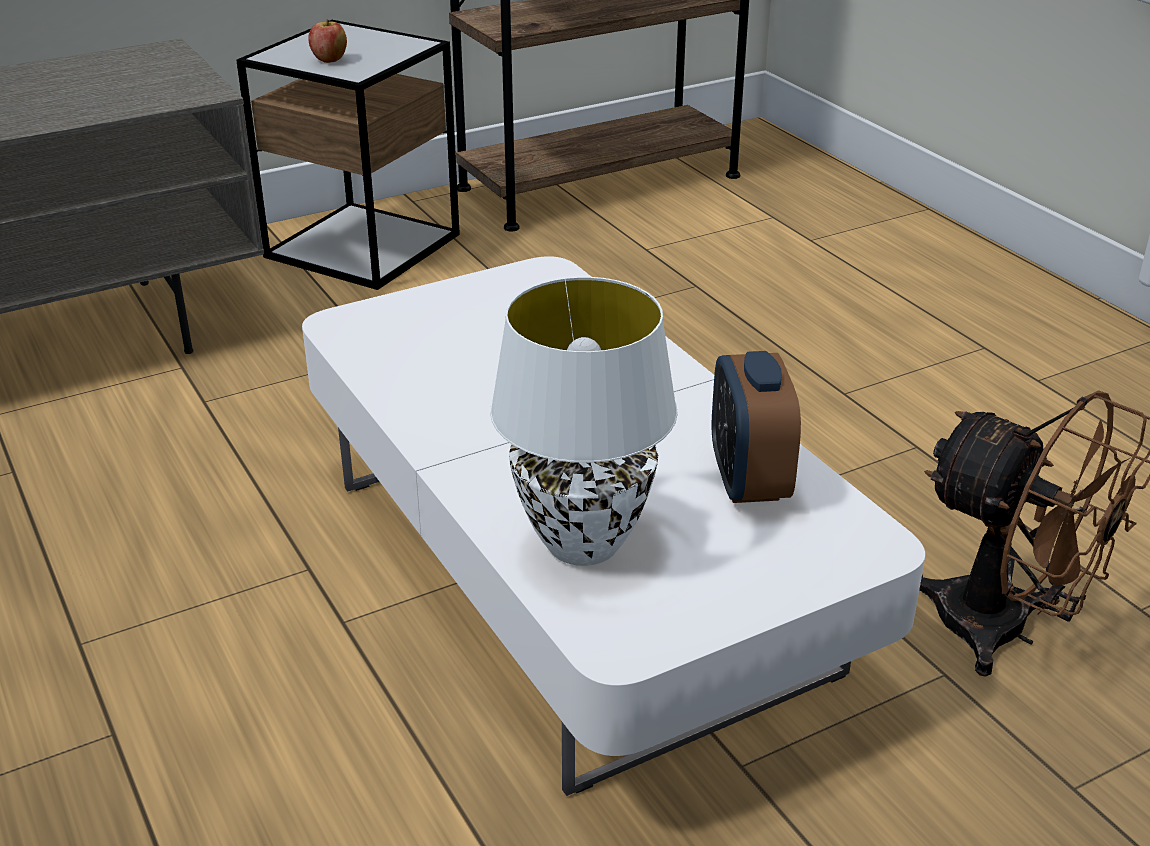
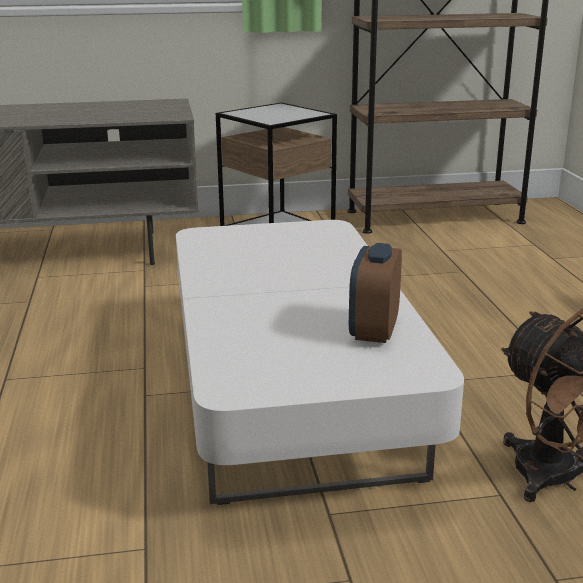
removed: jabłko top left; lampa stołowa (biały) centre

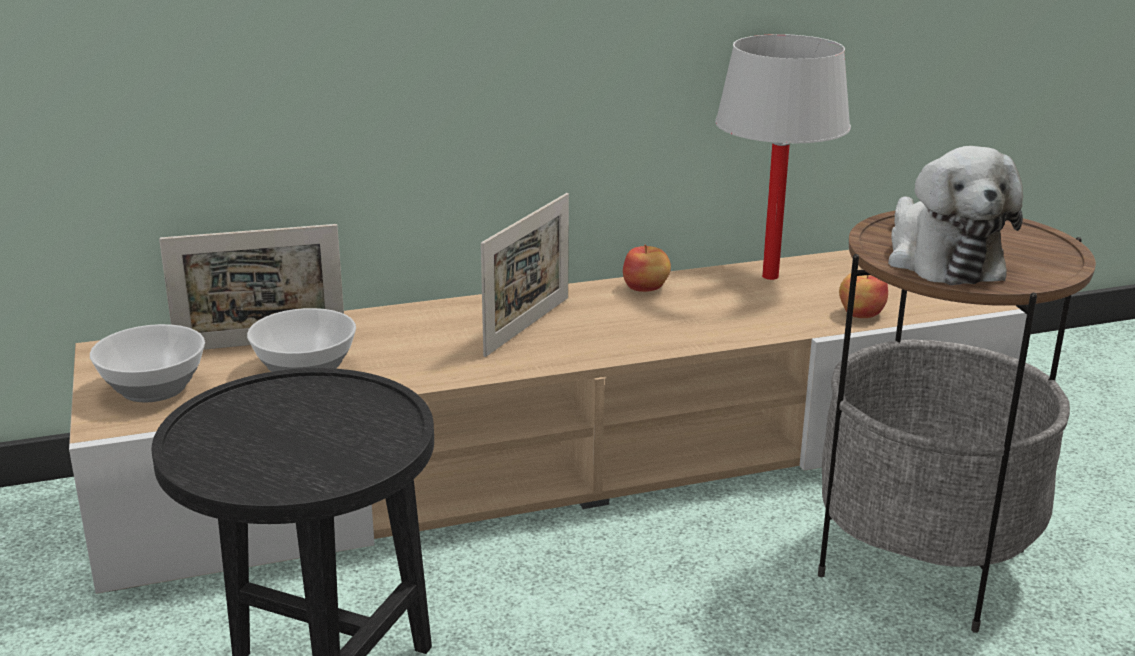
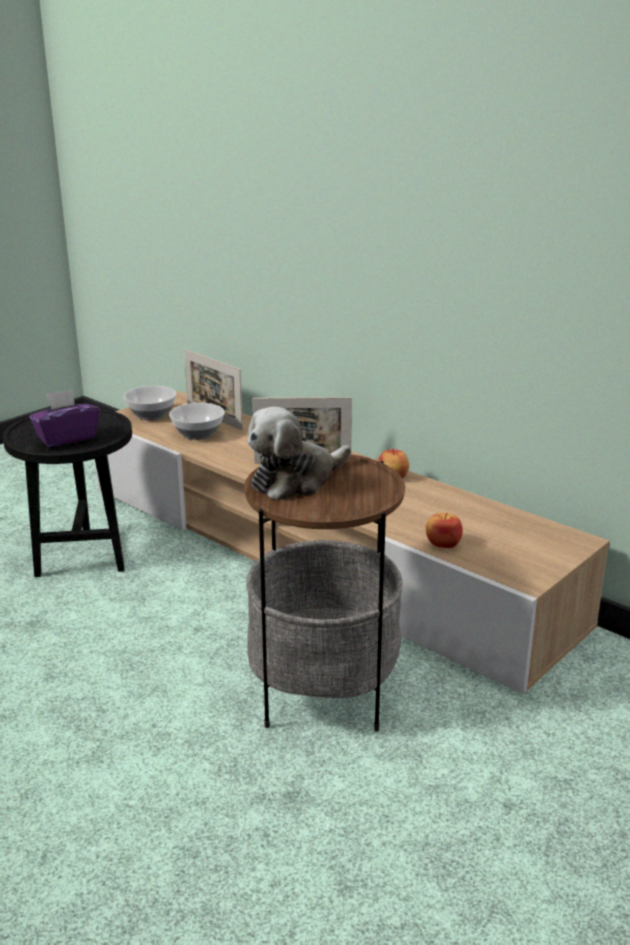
removed: lampa stołowa (biały) top right
added: pudełko chusteczek (fioletowy) middle left

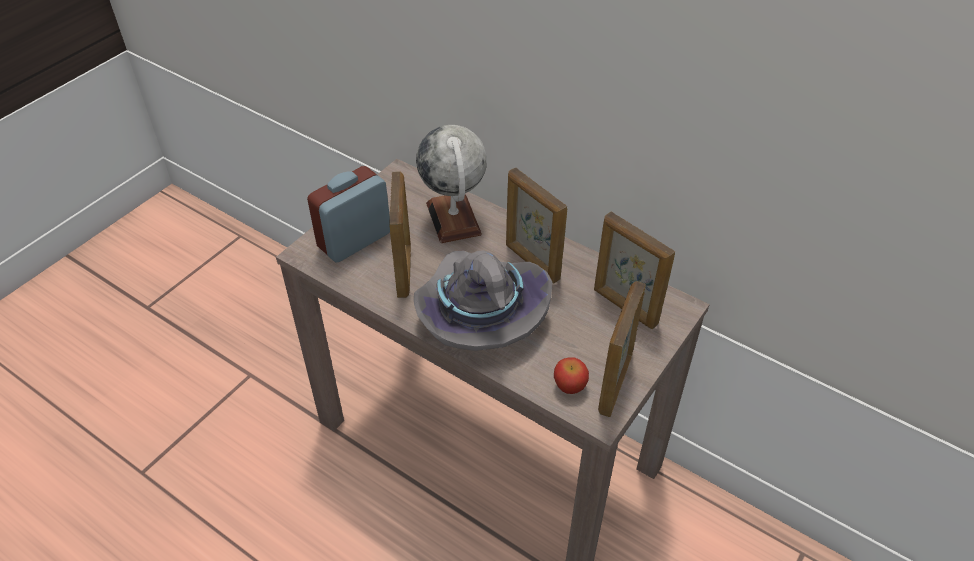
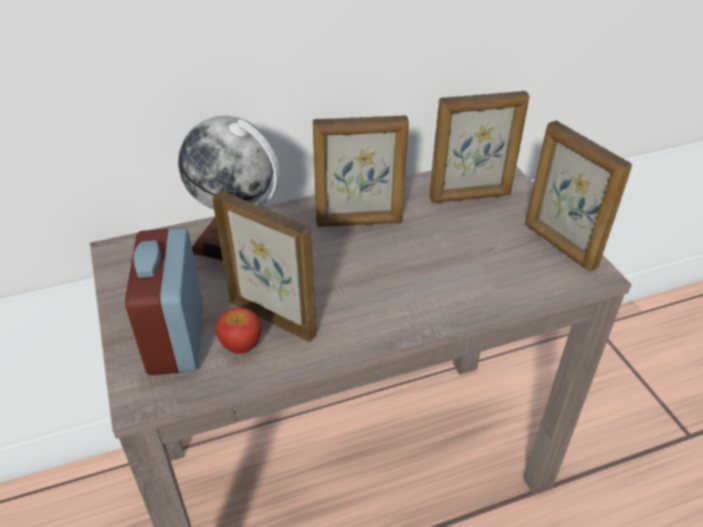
removed: kapelusz (szary) centre
moved: jabłko bottom centre to centre

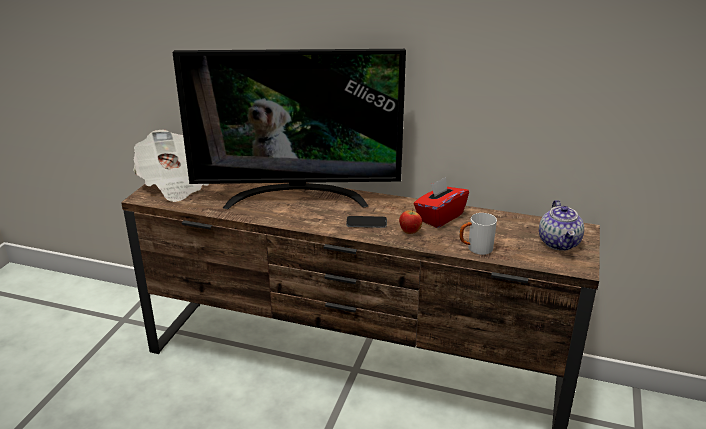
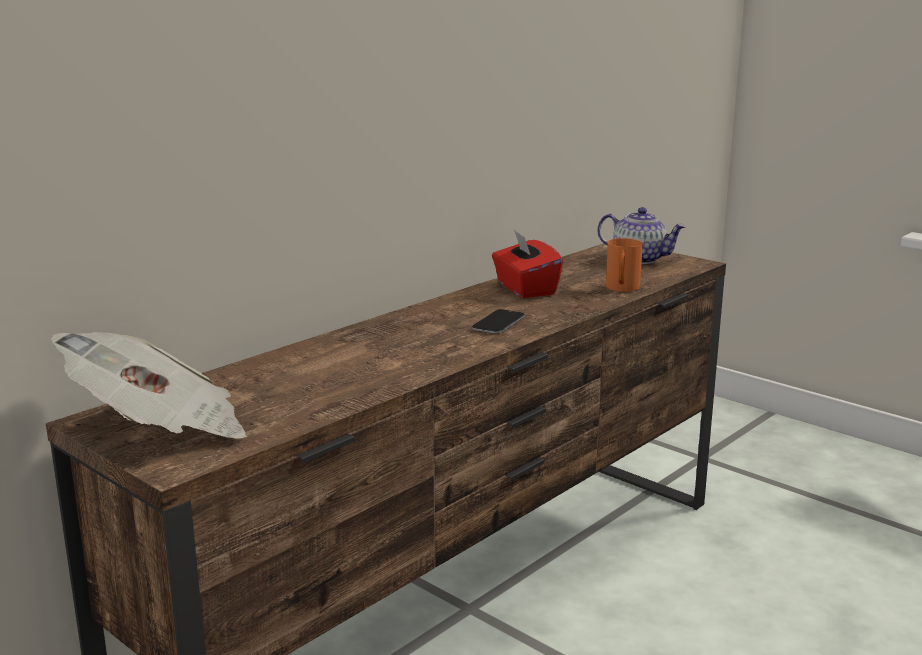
removed: telewizor top centre; jabłko centre
recoloured: kubek (biały) middle right to kubek (pomarańczowy) middle right

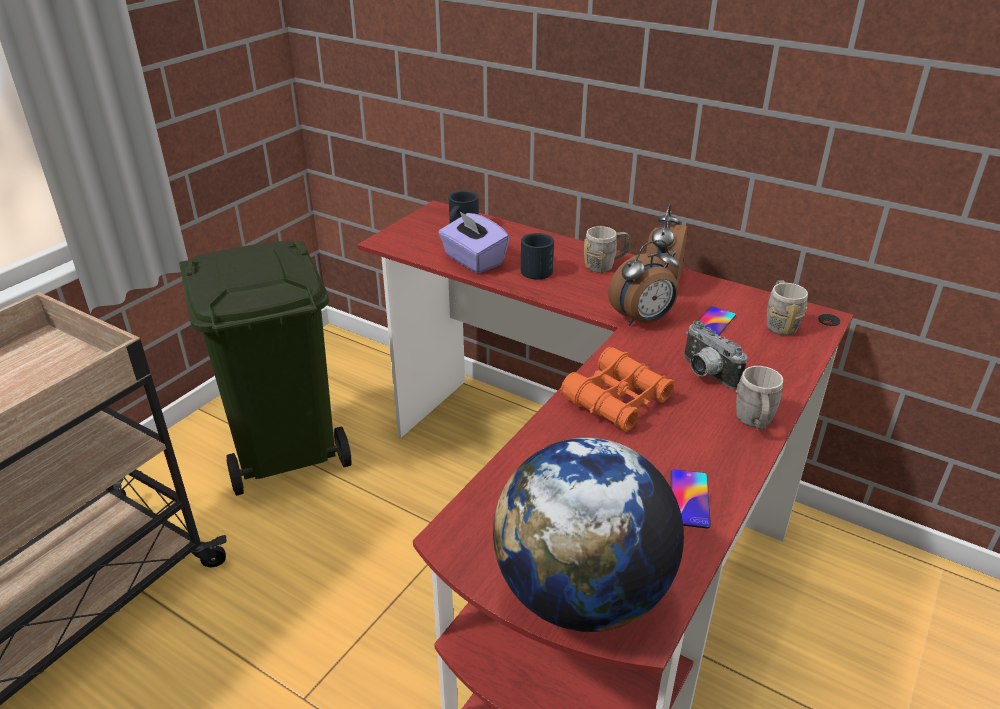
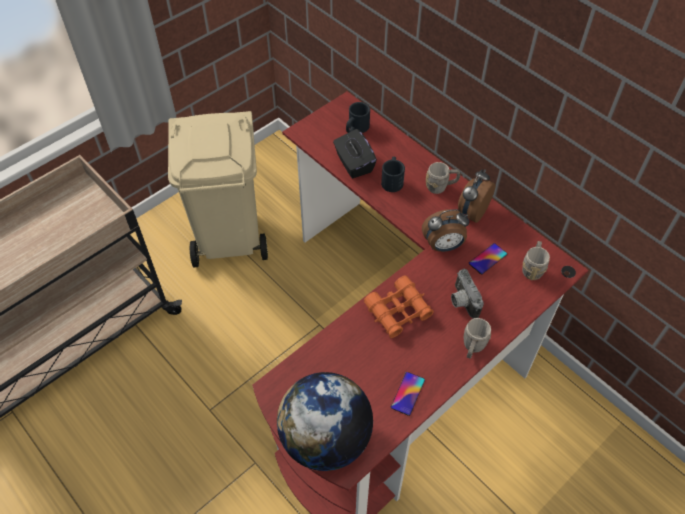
recoloured: kosz na śmieci (zielony) middle left to kosz na śmieci (beżowy) middle left; pudełko chusteczek (fioletowy) centre to pudełko chusteczek (czarny) top centre

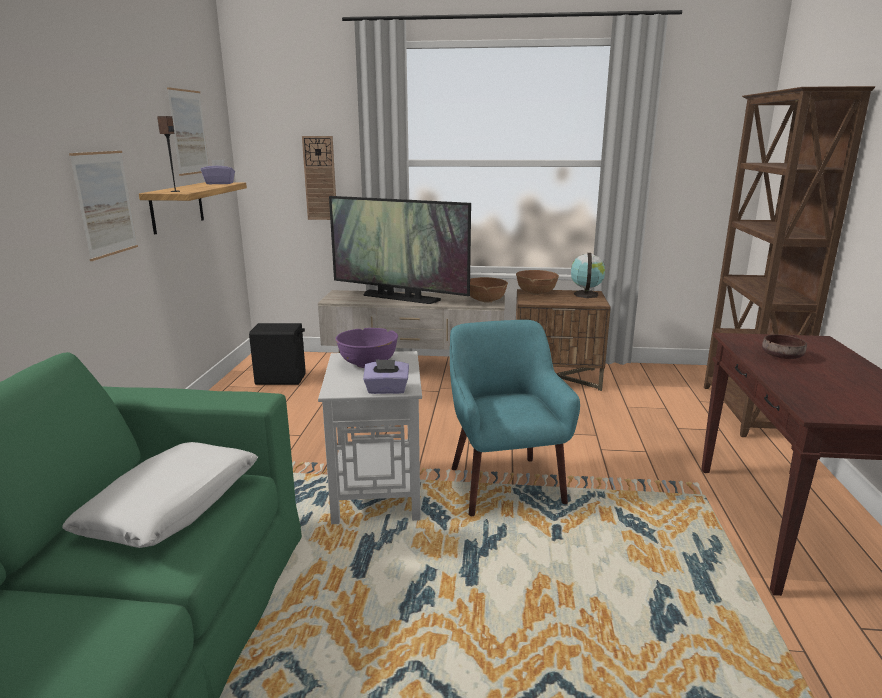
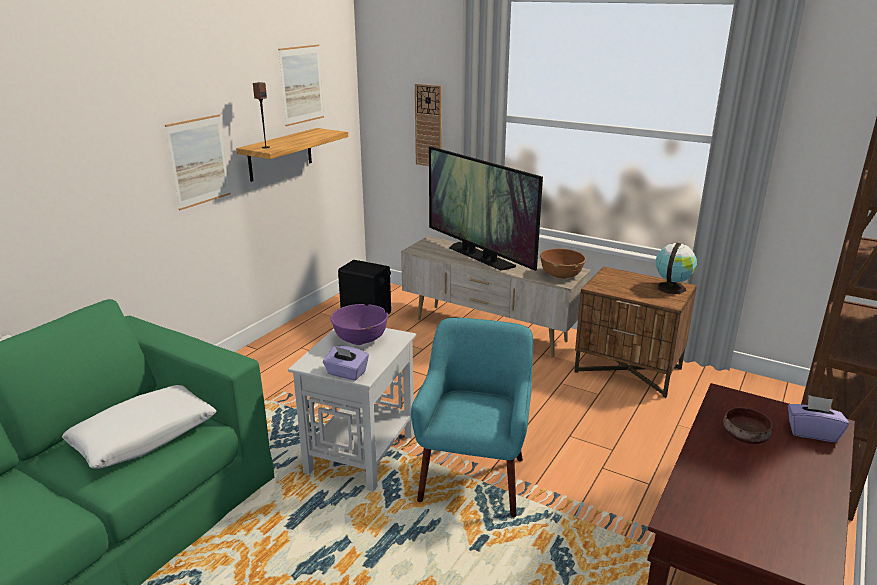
removed: miska (brązowy) (2nd from left) centre
moved: pudełko chusteczek (fioletowy) (1st from left in the first image) top left to pudełko chusteczek (fioletowy) (2nd from left) bottom right

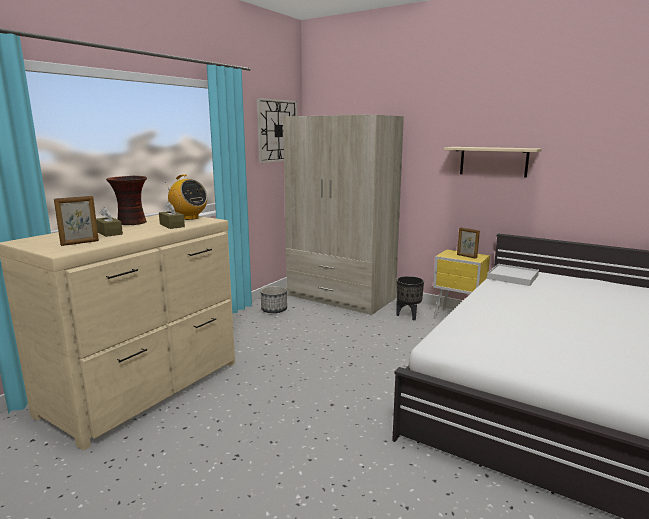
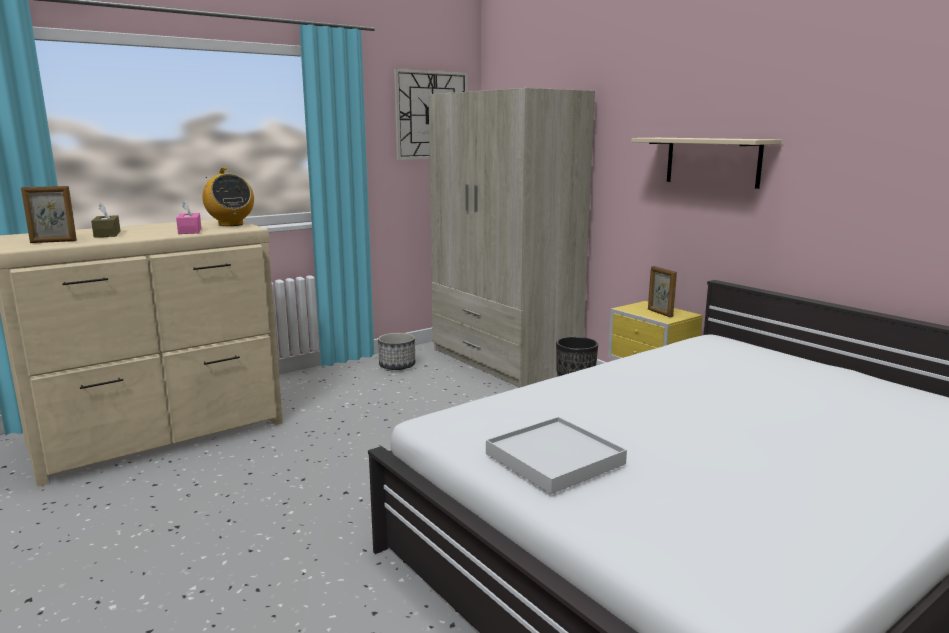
removed: wazon middle left
moved: taca (biały) middle right to bottom centre
recoloured: pudełko chusteczek (brązowy) (2nd from left) middle left to pudełko chusteczek (różowy) middle left

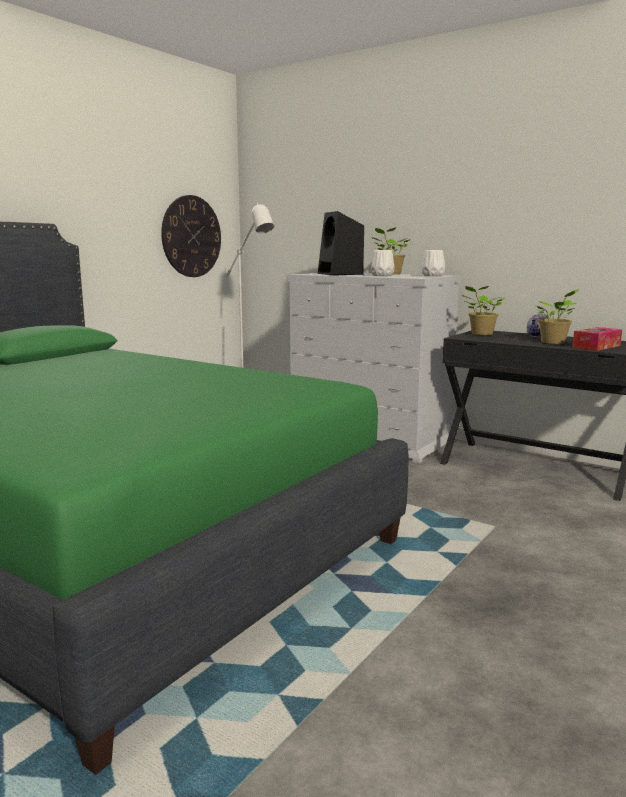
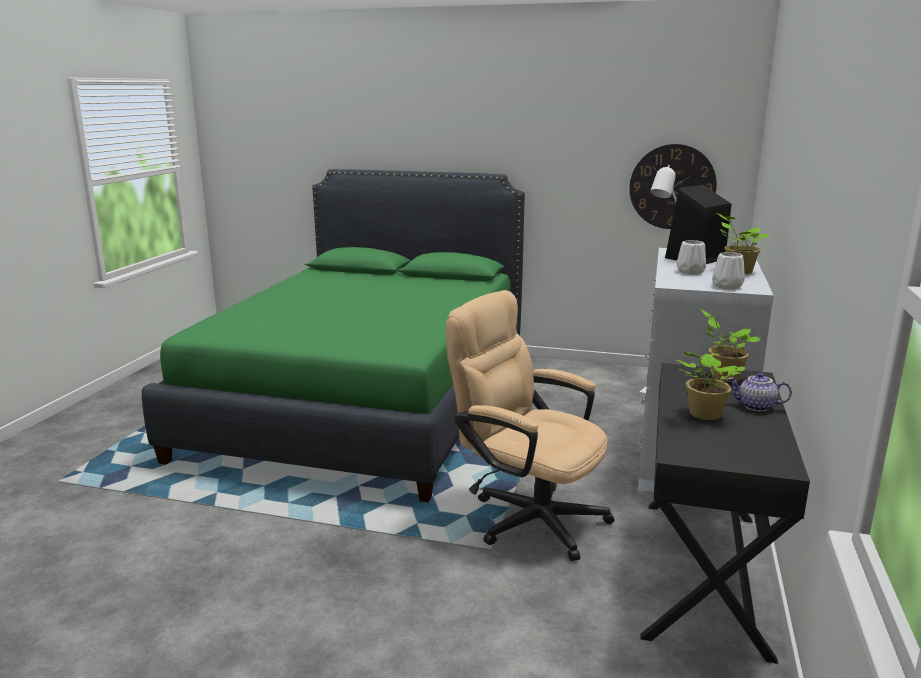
removed: pudełko chusteczek middle right
added: krzesło biurowe (beżowy) centre

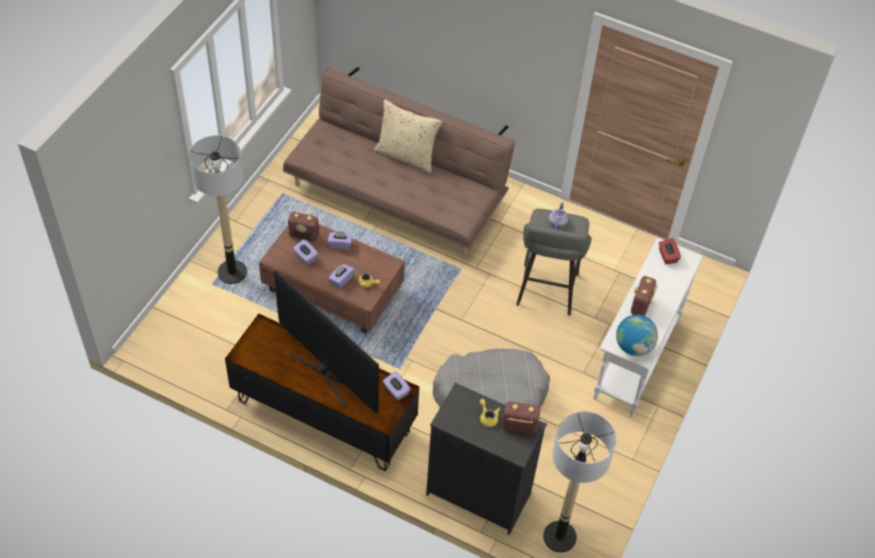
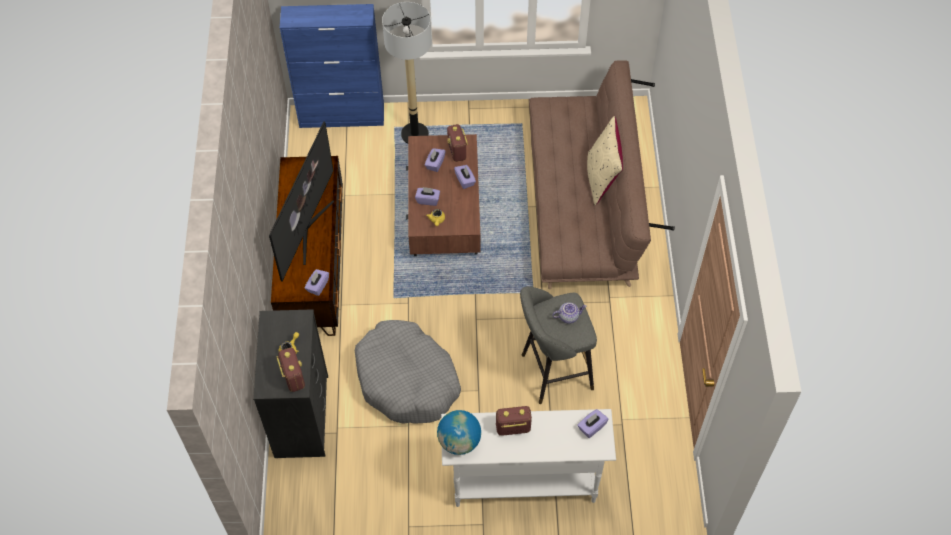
removed: lampa stojąca (2nd from left) bottom centre
added: szafka (niebieski) top centre
recoloured: pudełko chusteczek (czerwony) middle right to pudełko chusteczek (fioletowy) (5th from left) bottom centre

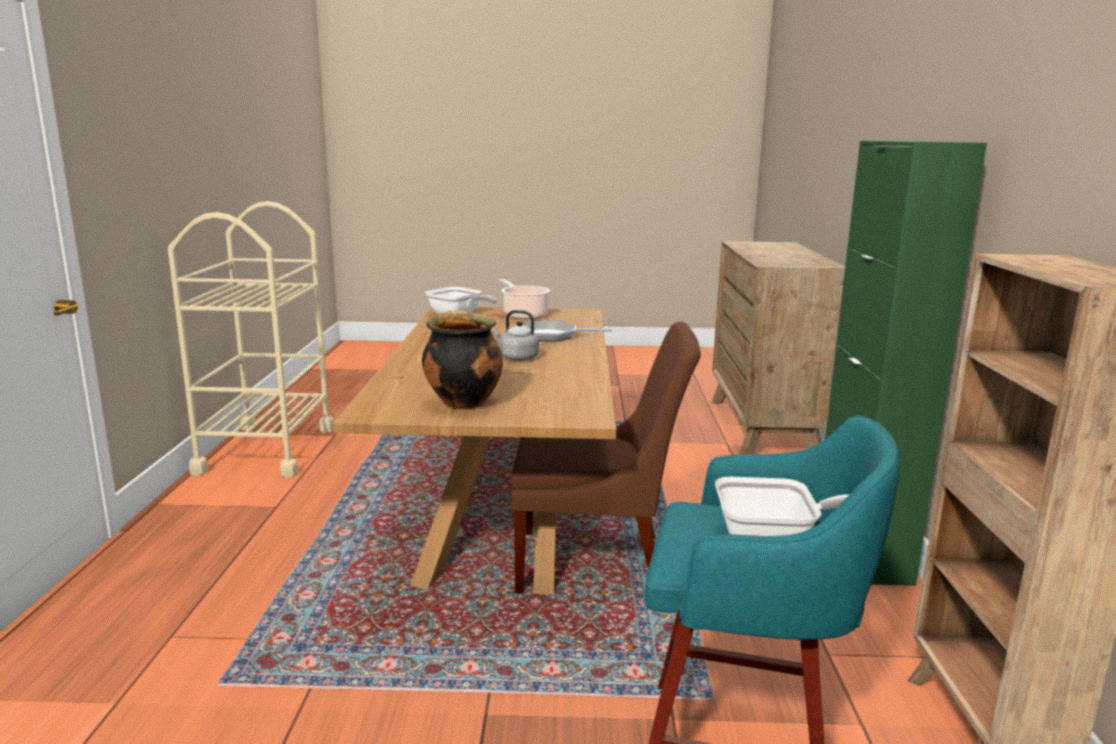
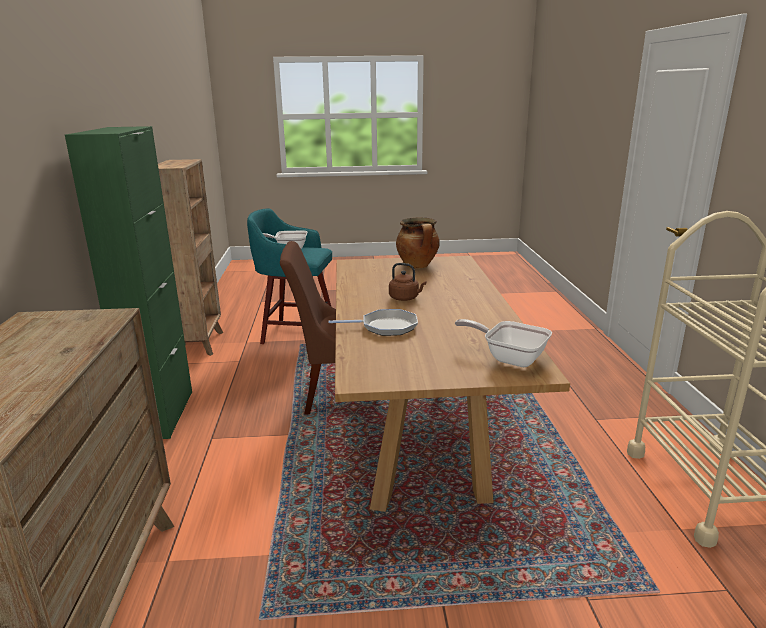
removed: garnek (2nd from left) centre
recoloured: czajnik (szary) centre to czajnik (brązowy) centre

